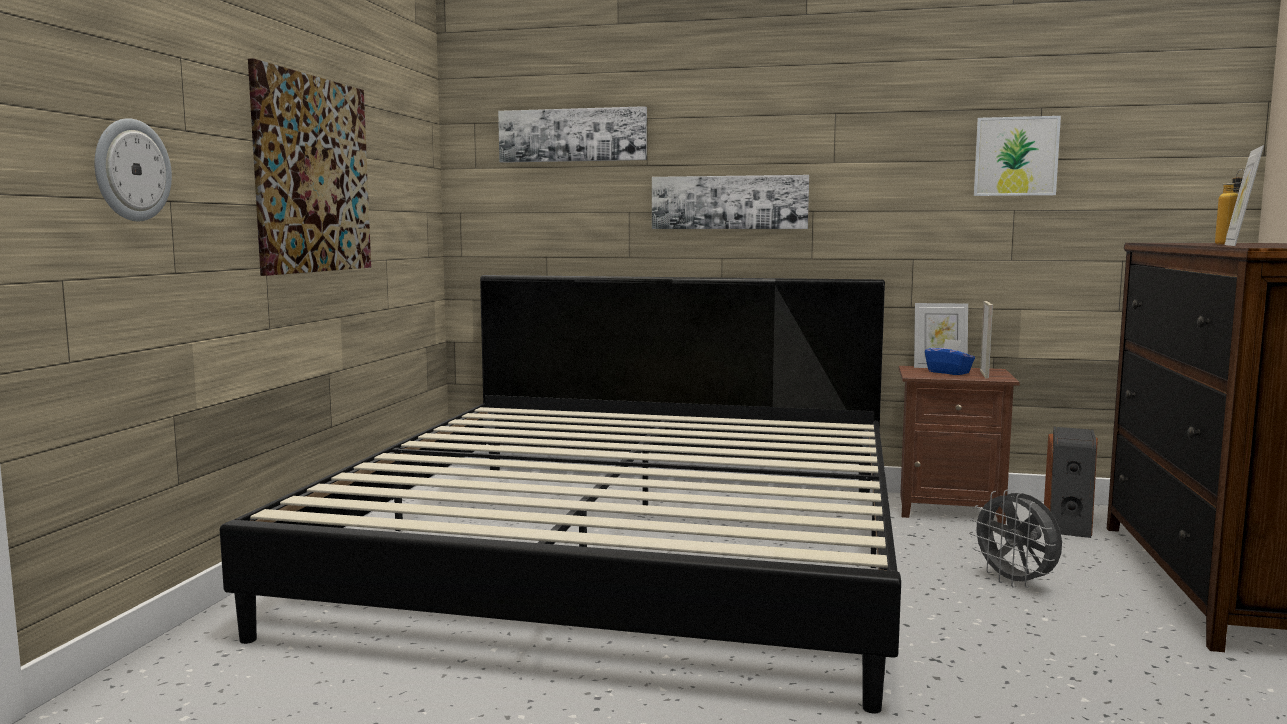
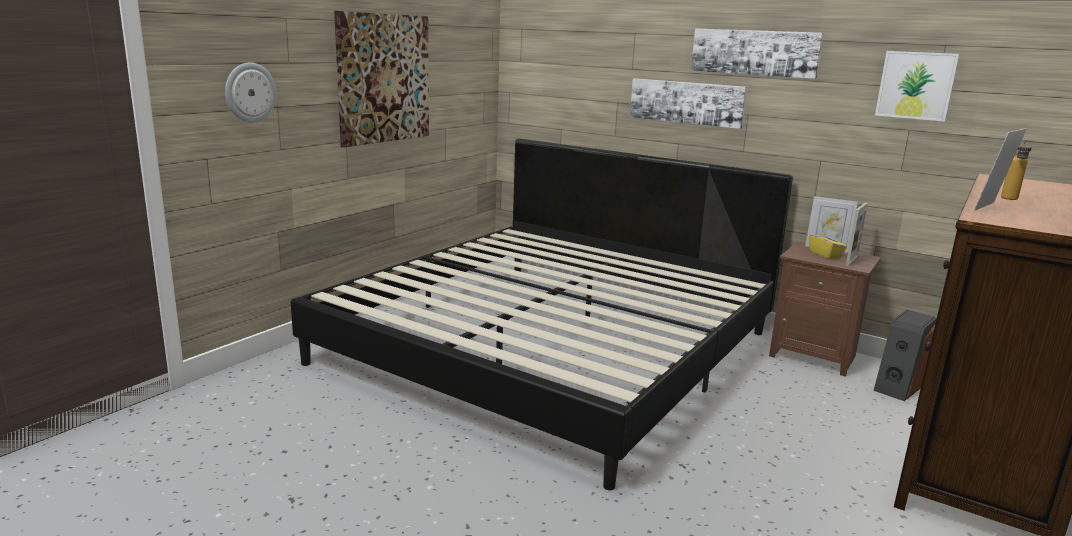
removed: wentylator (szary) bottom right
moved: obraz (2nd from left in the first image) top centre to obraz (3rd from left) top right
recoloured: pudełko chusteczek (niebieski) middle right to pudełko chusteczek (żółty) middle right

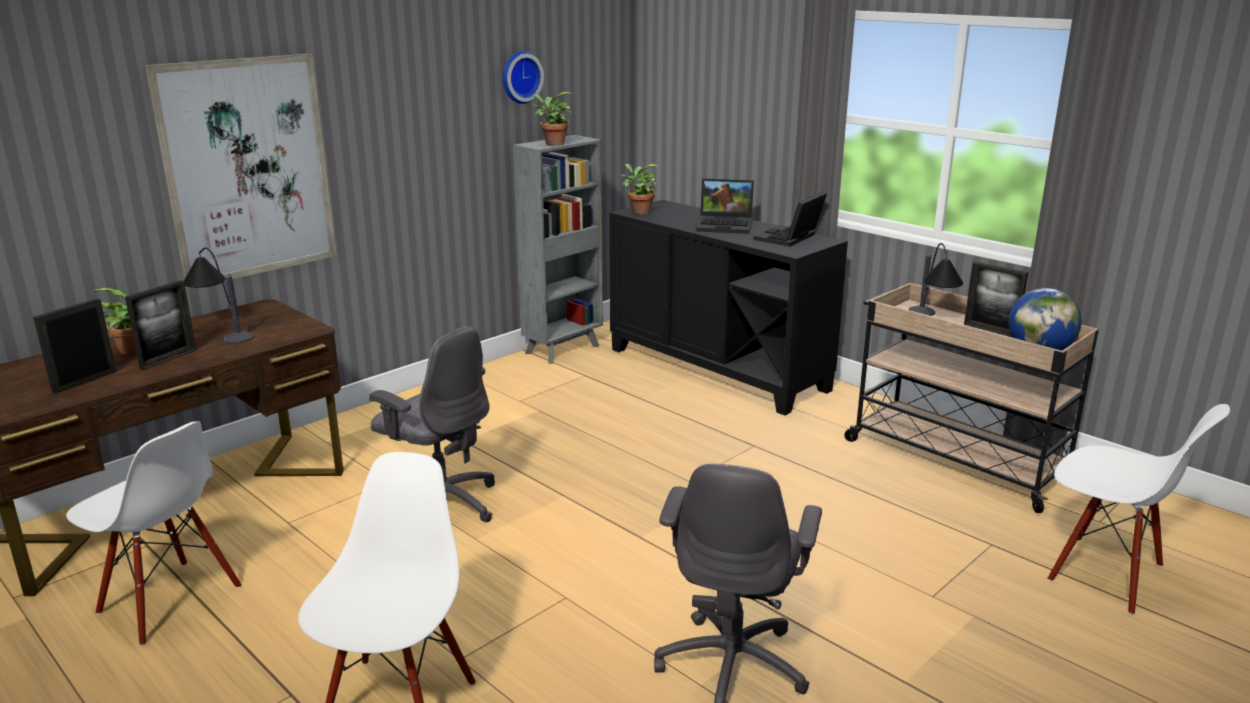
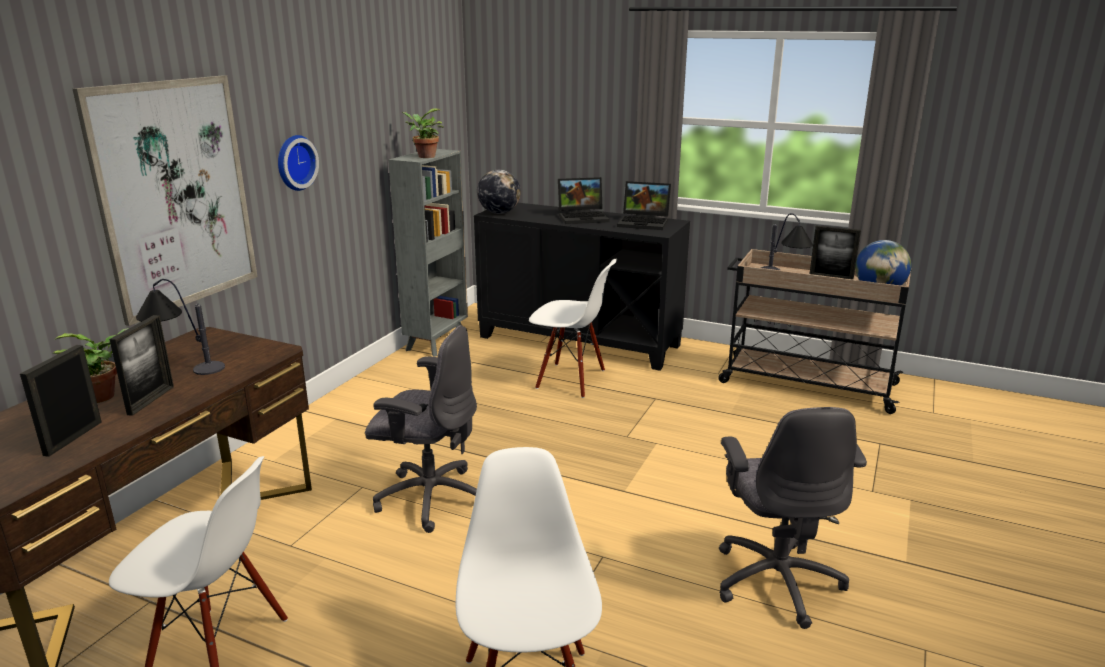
moved: zegar ścienny top centre to top left; krzesło (biały) (3rd from left) bottom right to centre
replaced: roślina doniczkowa (3rd from left) top centre to globus (1st from left) top centre
turned: laptop (2nd from left) top centre = top centre 90 degrees counterclockwise

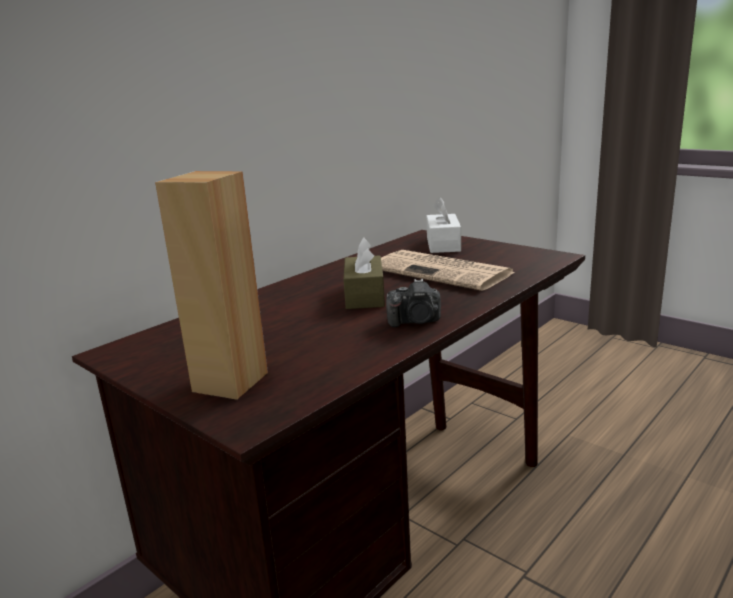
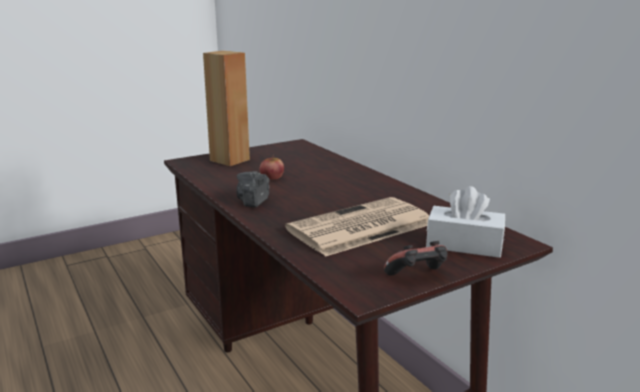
removed: pudełko chusteczek (brązowy) centre
added: jabłko centre; pad do gier centre

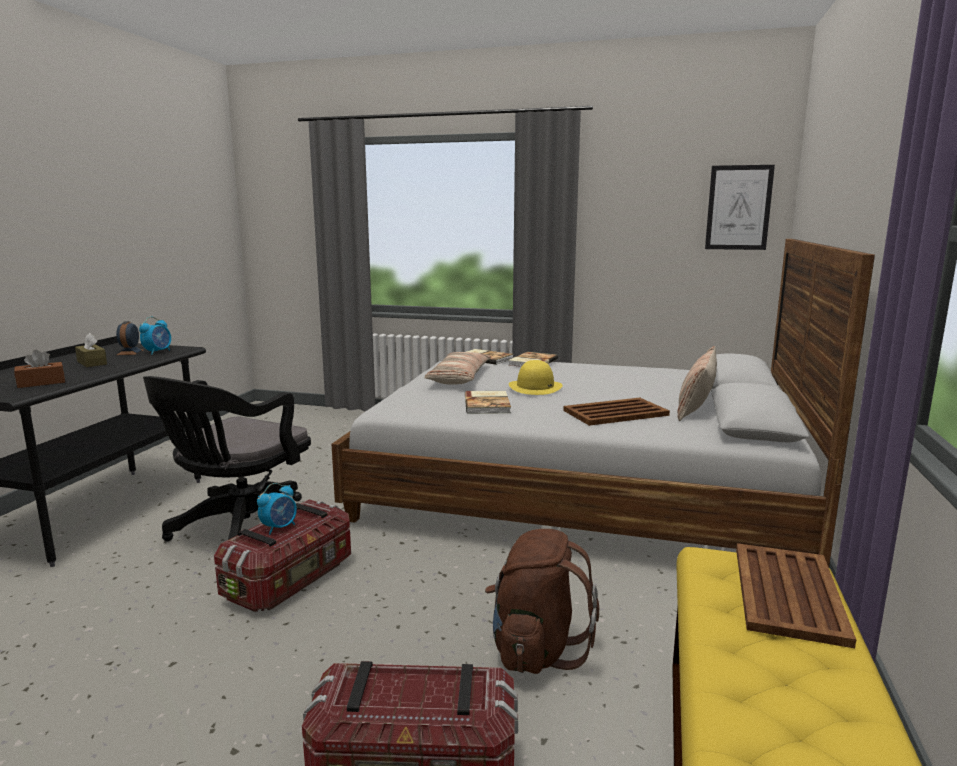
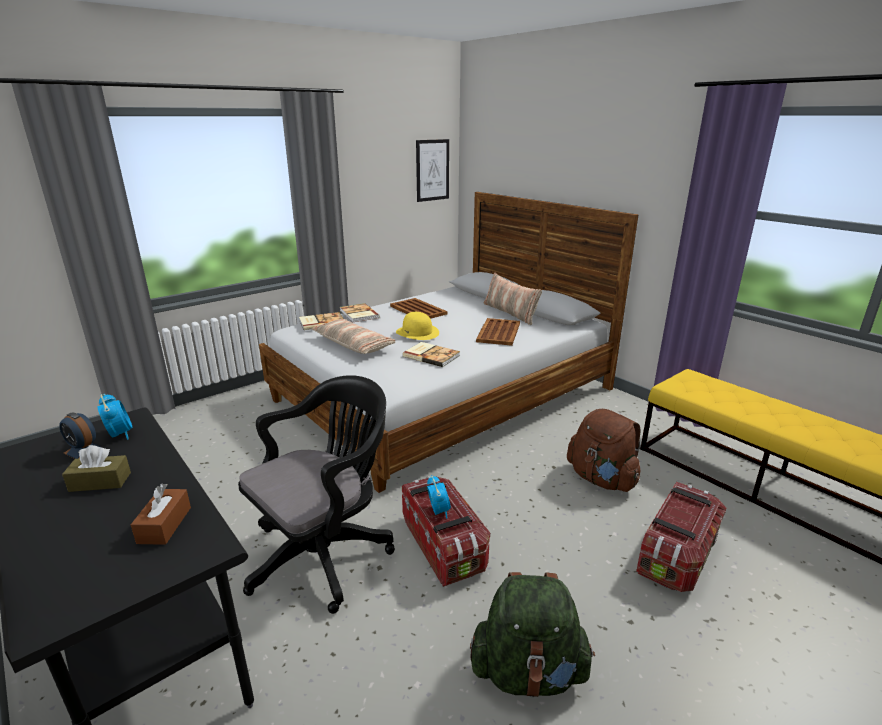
added: plecak (zielony) bottom centre
moved: taca (brązowy) (2nd from left in the first image) bottom right to taca (brązowy) (1st from left) centre
turned: krzesło biurowe (czarny) middle left = bottom centre 105 degrees counterclockwise

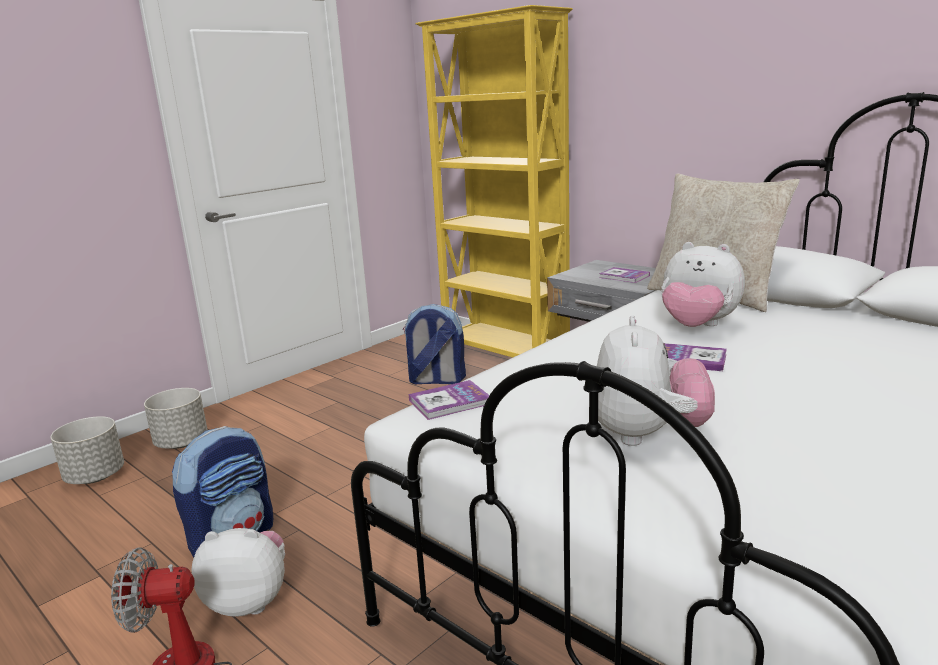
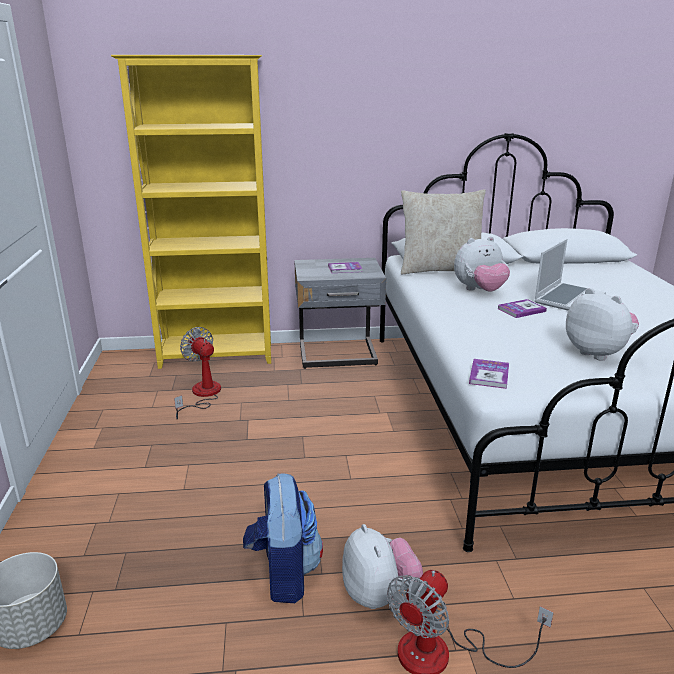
removed: donica (szary) (2nd from left) middle left
added: laptop middle right
replaced: plecak (2nd from left) centre to wentylator (1st from left) middle left
turned: pluszak (1st from left) bottom left = bottom centre 120 degrees clockwise

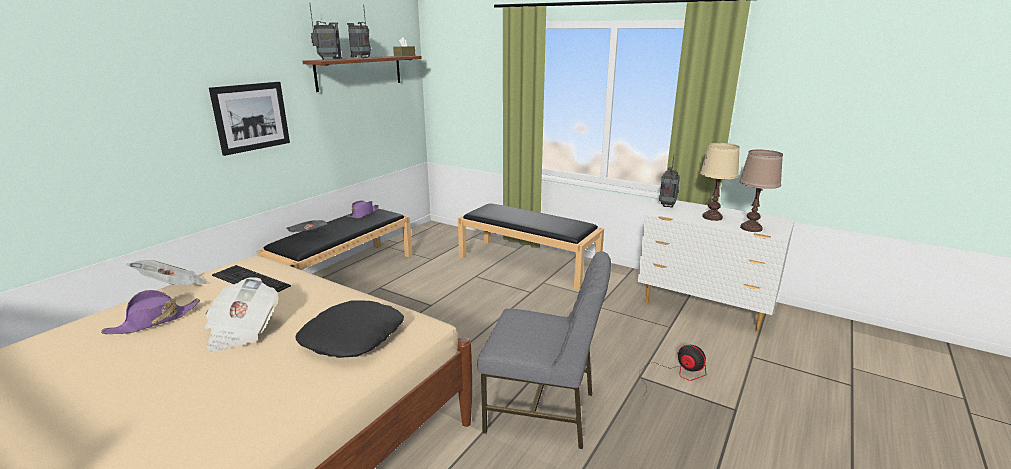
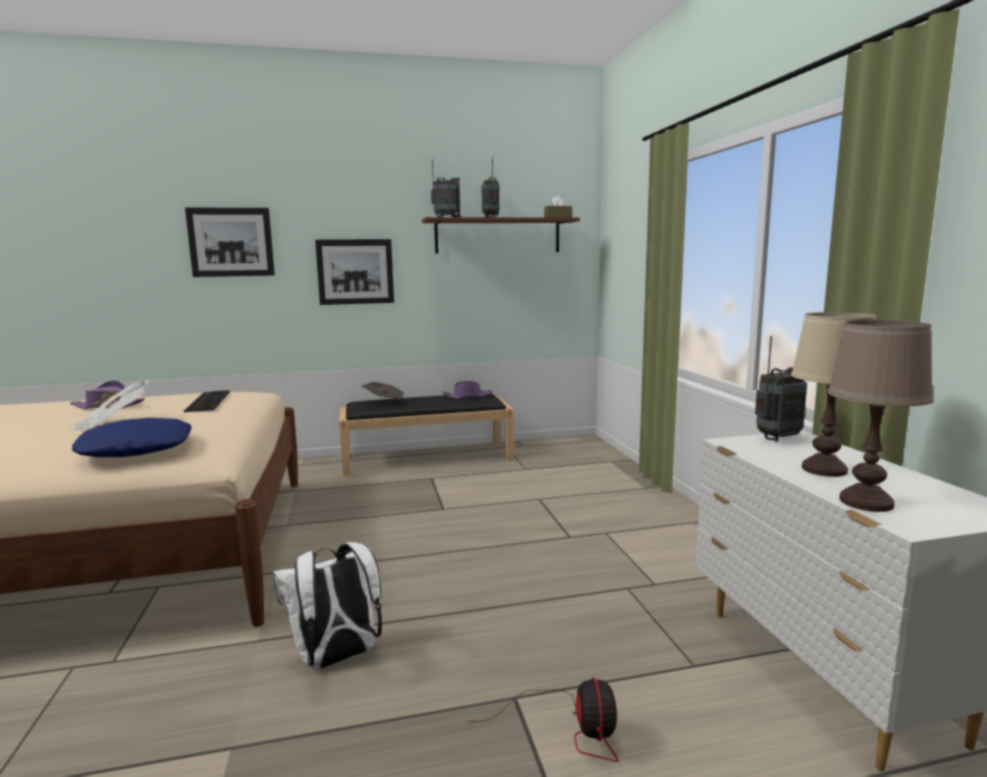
removed: gazeta (1st from left) middle left; ławka (czarny) (2nd from left) centre
added: obraz (1st from left) top left
replaced: krzesło (szary) bottom centre to plecak (biały) bottom left
recoloured: poduszka (czarny) bottom centre to poduszka (niebieski) middle left

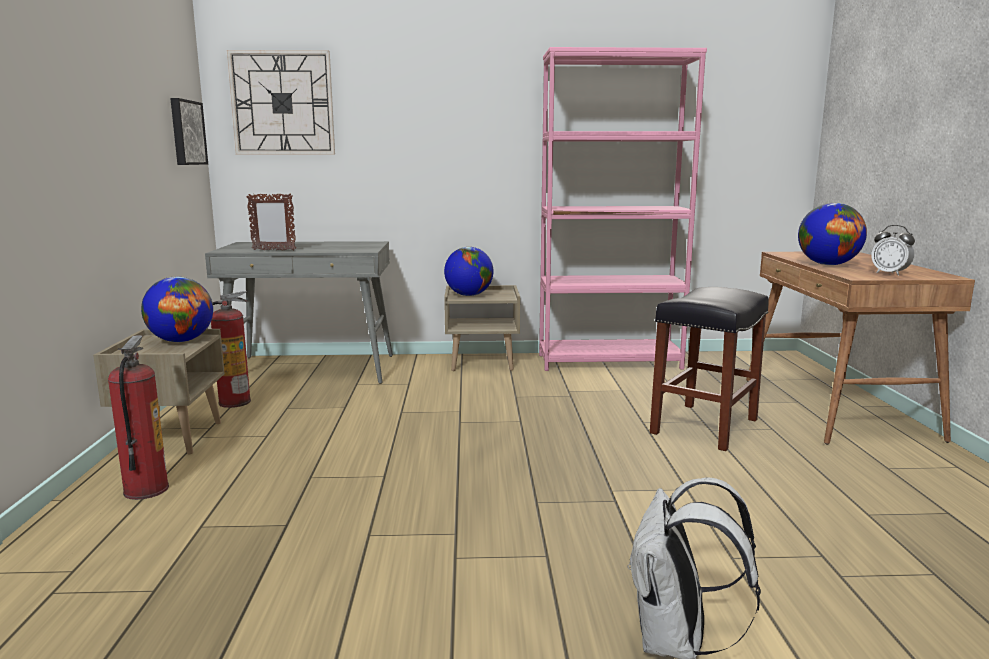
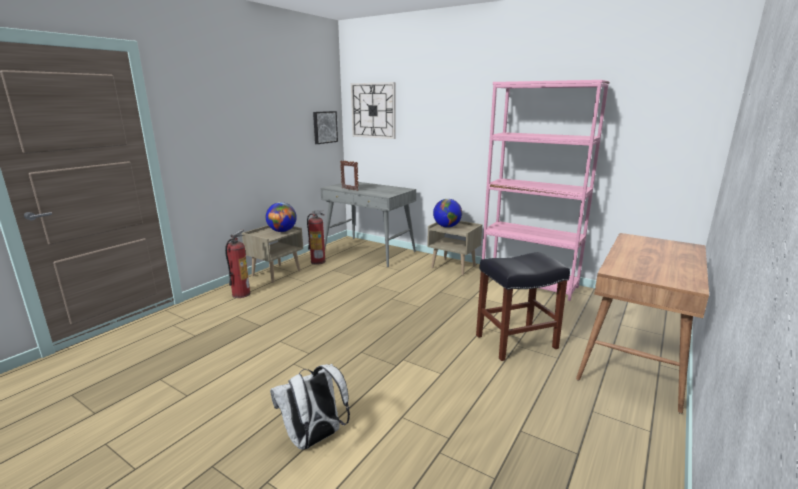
removed: globus (3rd from left) middle right; budzik middle right

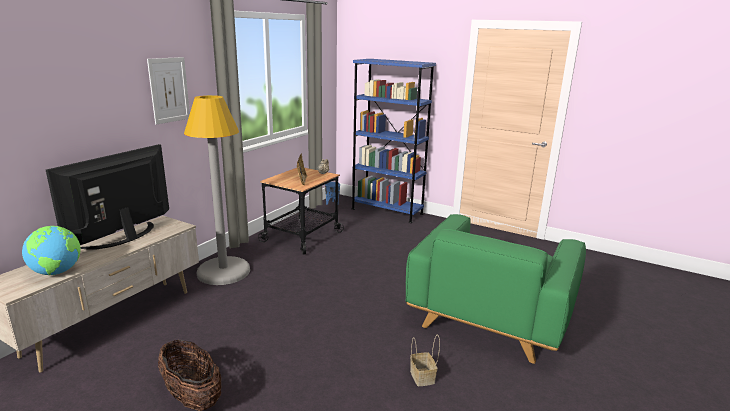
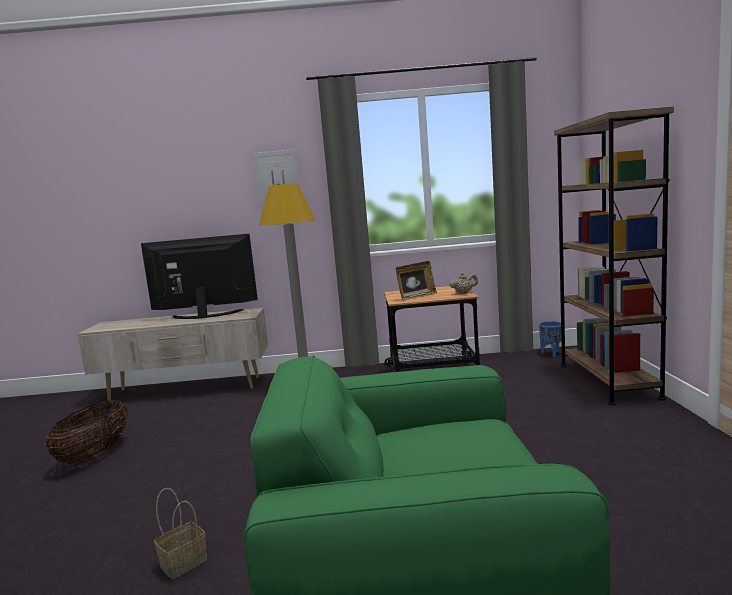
removed: globus middle left
recoloured: regał (niebieski) centre to regał (brązowy) middle right

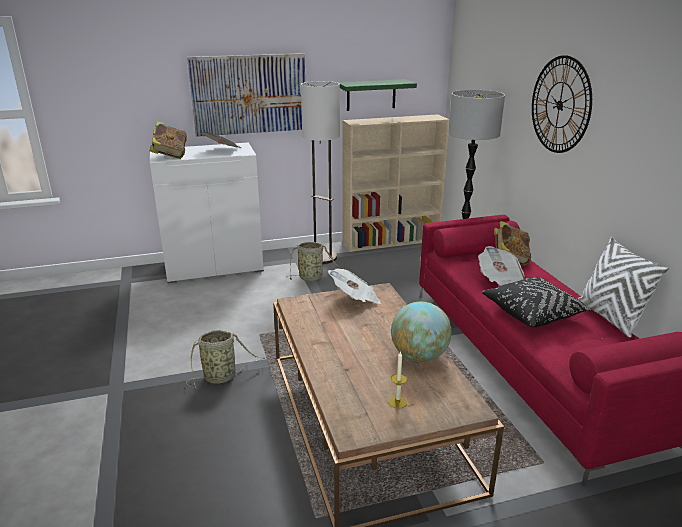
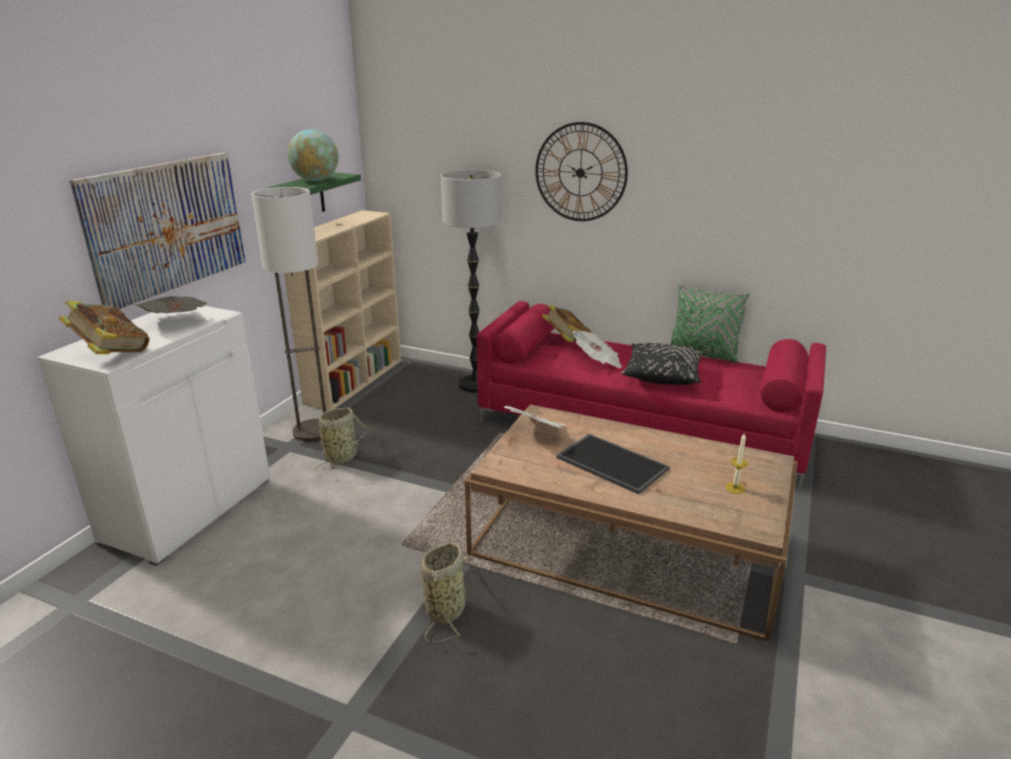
added: taca centre
moved: globus centre to top left
recoloured: poduszka (biały) middle right to poduszka (zielony) middle right

